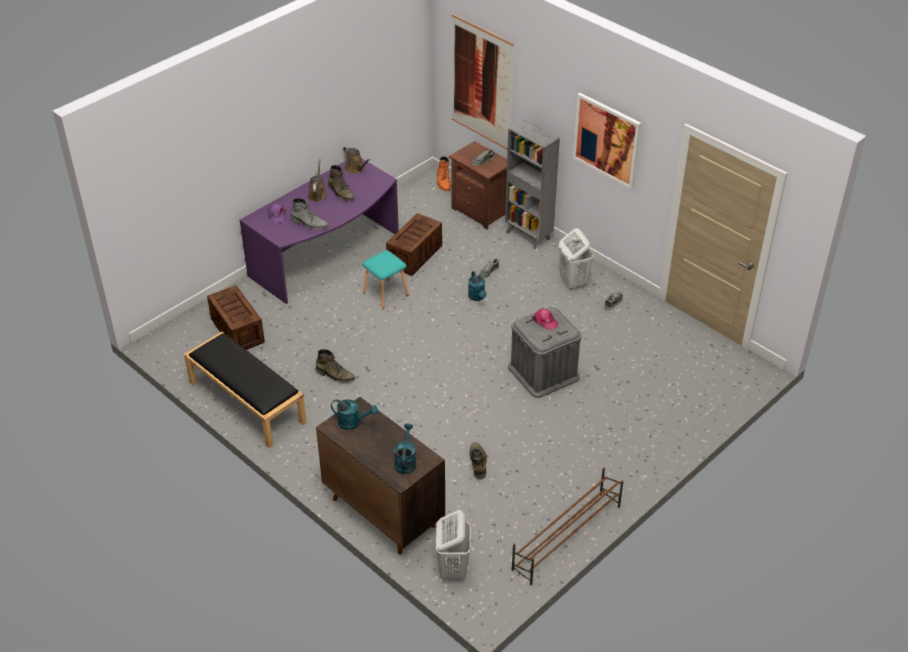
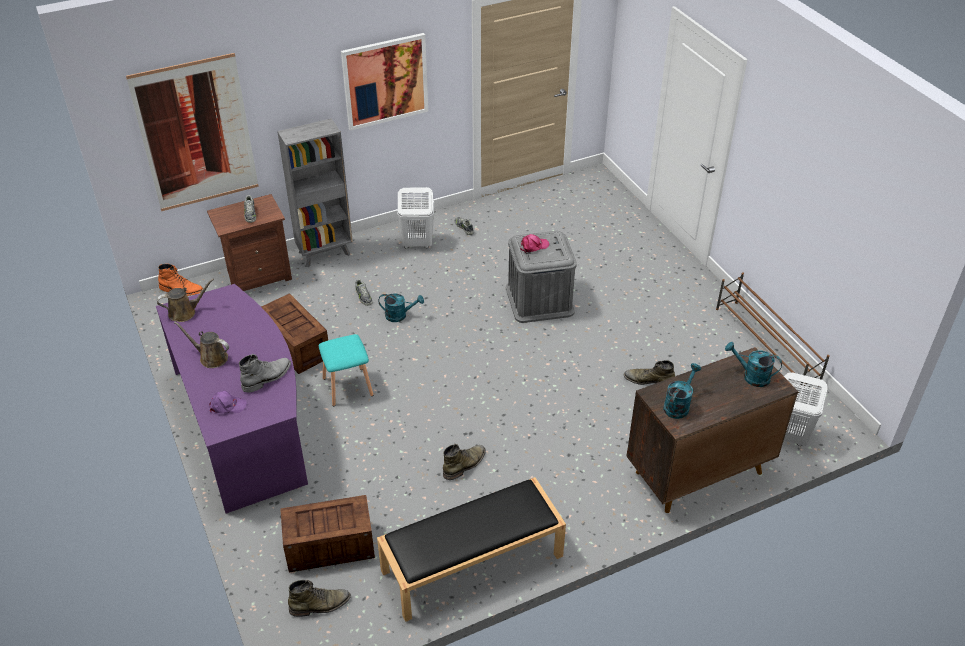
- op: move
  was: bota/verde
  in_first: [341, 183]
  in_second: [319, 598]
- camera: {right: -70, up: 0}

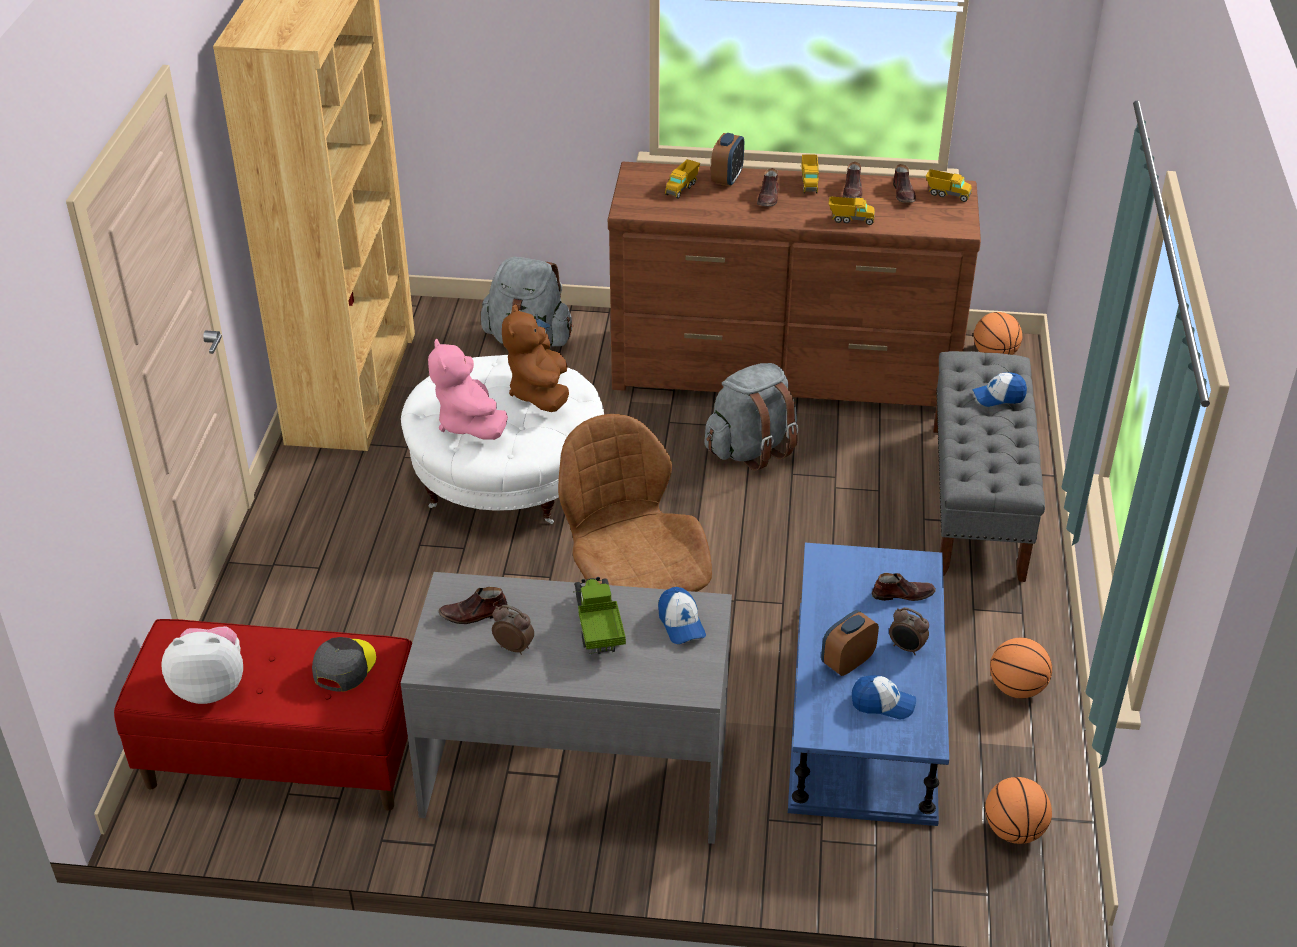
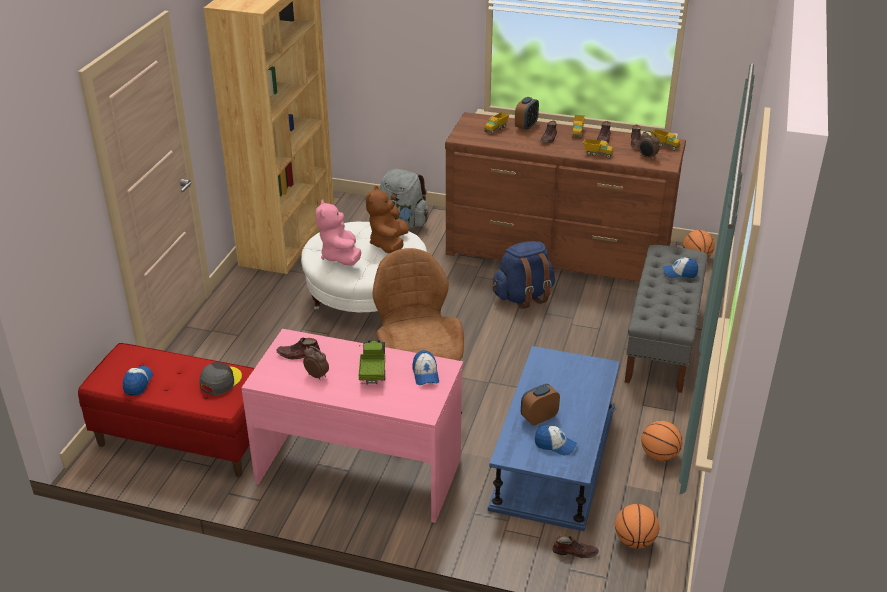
- op: recolor
  was: mochila/gris
  now: mochila/azul
  in_first: [751, 417]
  in_second: [524, 275]
- op: recolor
  was: escritorio/gris
  now: escritorio/rosa
  in_first: [566, 708]
  in_second: [352, 426]
- op: move
  was: zapato/marrón
  in_first: [904, 587]
  in_second: [575, 546]
- op: move
  was: despertador
  in_first: [909, 631]
  in_second: [649, 145]
- op: replace
  was: peluche
  now: gorra
  in_first: [202, 665]
  in_second: [138, 381]
- camera: {right: 10, up: -5}

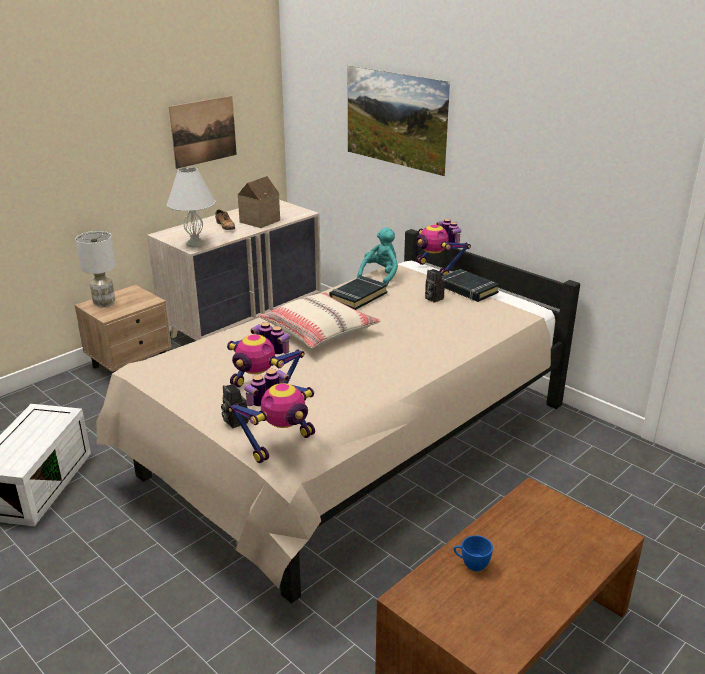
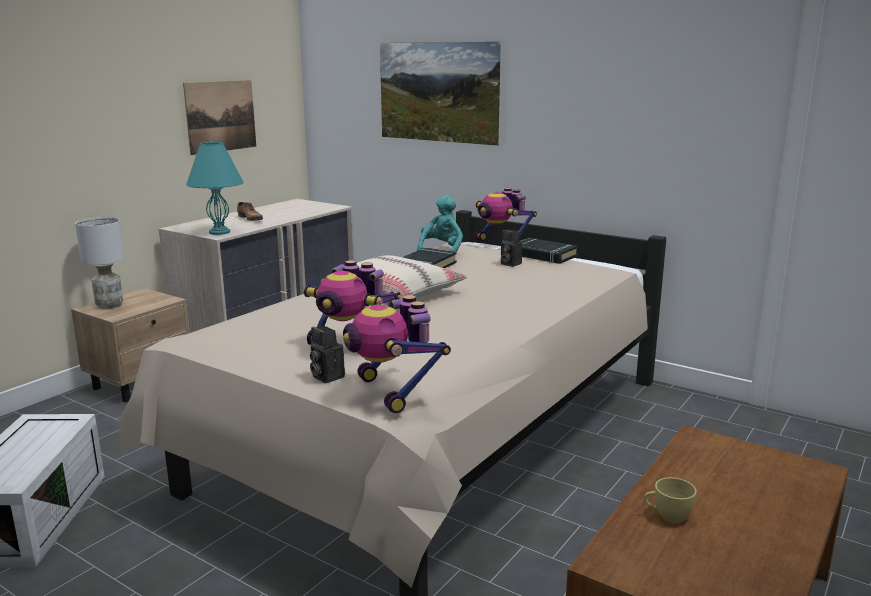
- op: recolor
  was: lámpara de mesa/blanco
  now: lámpara de mesa/turquesa
  in_first: [191, 207]
  in_second: [215, 188]
- op: delete
  was: casita
  in_first: [259, 202]
- op: rotate
  was: robot de juguete
  in_first: [271, 416]
  in_second: [397, 354]
  clockwise: 120
- op: recolor
  was: taza/azul
  now: taza/amarillo
  in_first: [473, 553]
  in_second: [670, 500]
- camera: {right: -10, up: -10}

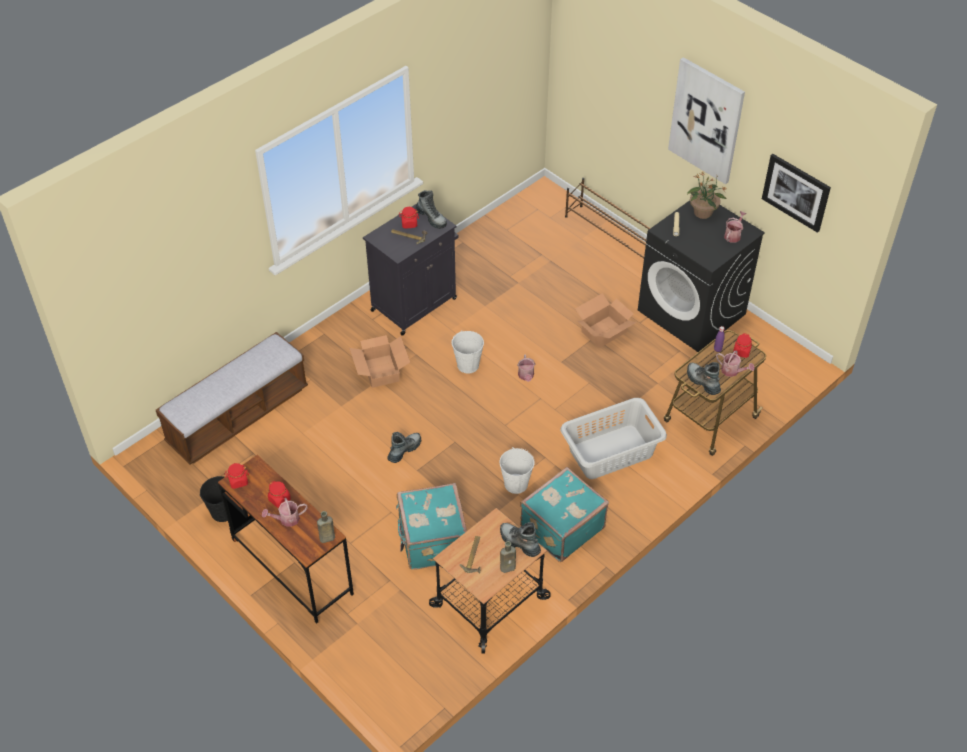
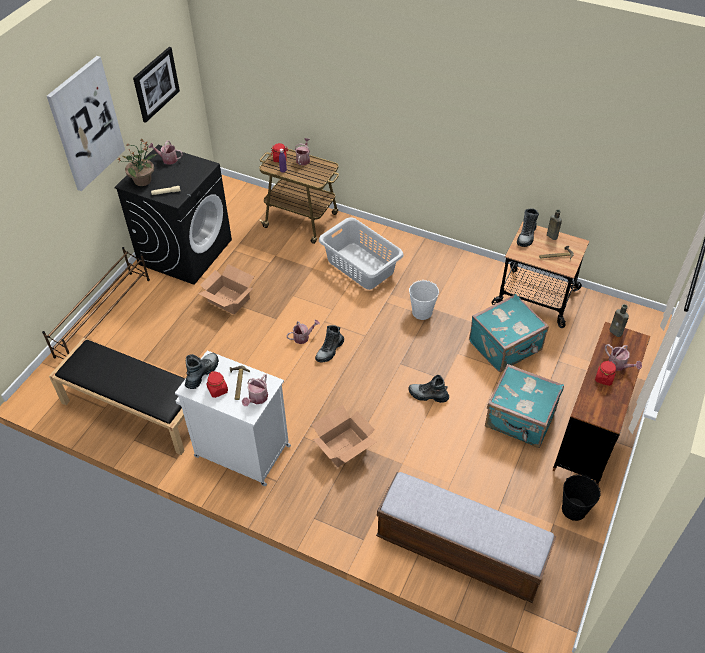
- op: recolor
  was: armario/negro
  now: armario/blanco
  in_first: [410, 270]
  in_second: [233, 418]
- op: delete
  was: cubo/blanco
  in_first: [467, 352]
- op: move
  was: bota
  in_first: [704, 378]
  in_second: [329, 343]
- op: delete
  was: tarro/rojo
  in_first: [237, 476]
- op: move
  was: maleta/turquesa
  in_first: [564, 514]
  in_second: [524, 406]
- op: insert
  now: banco/negro
  in_second: [117, 396]
- op: insert
  now: regadera
  in_second: [255, 390]
- camera: {right: -110, up: 0}

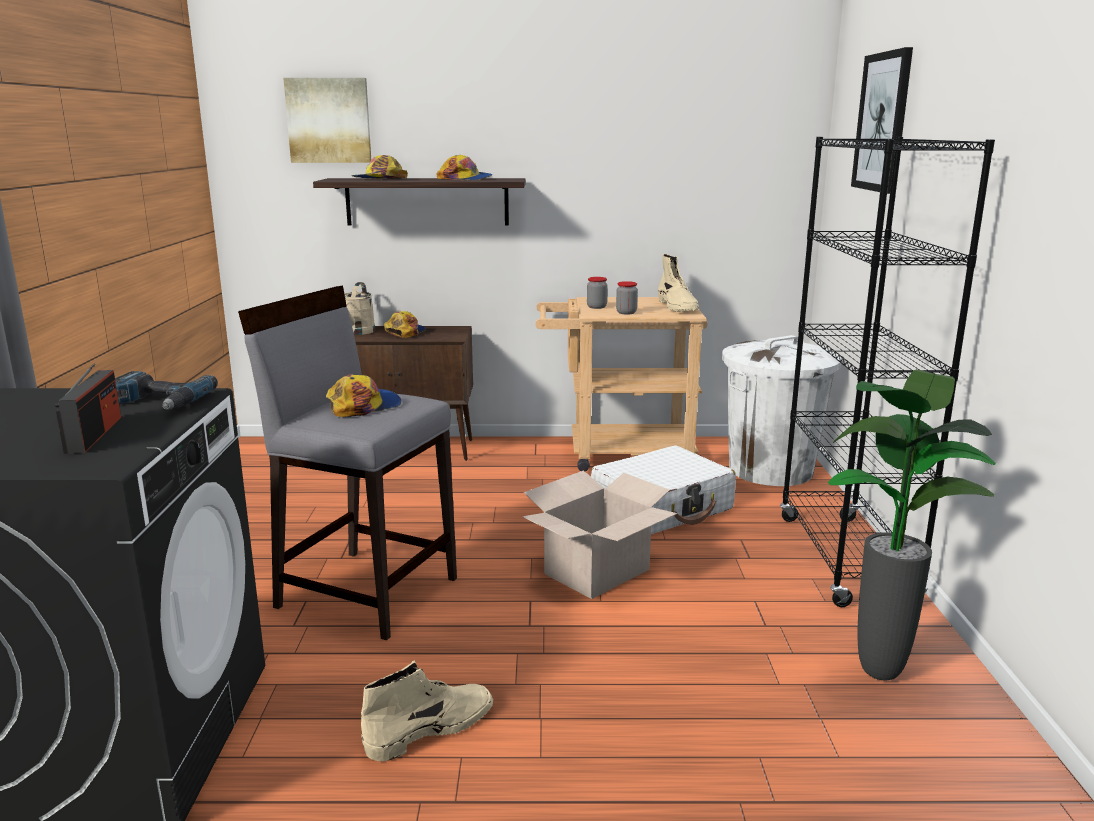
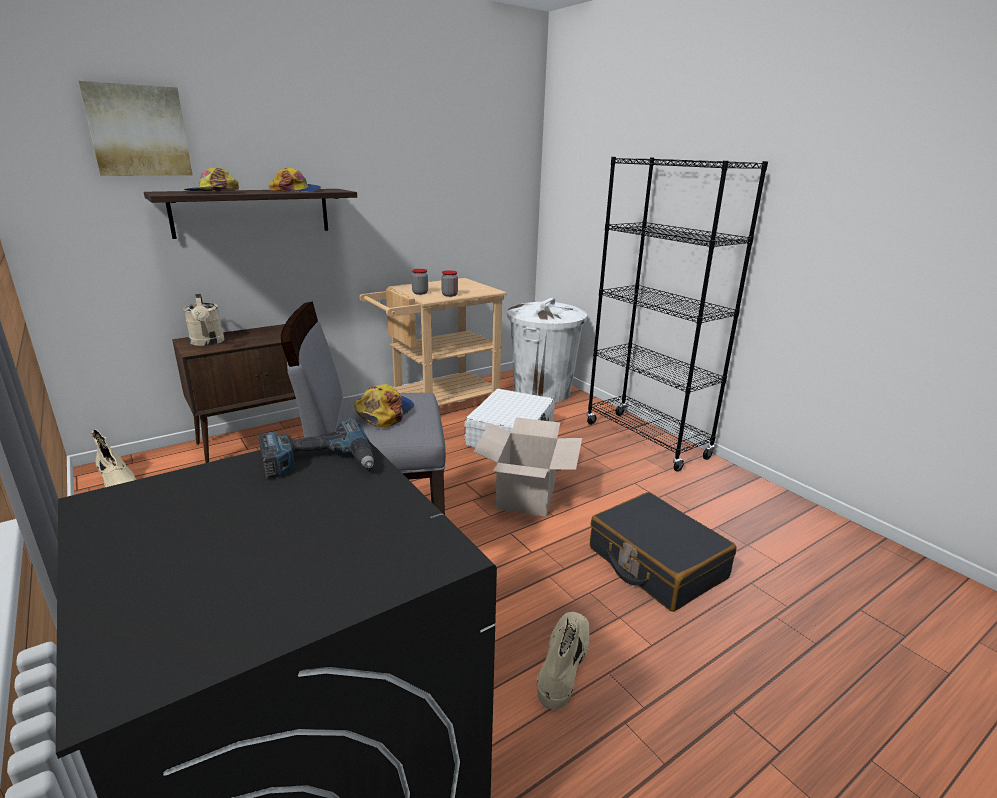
- op: delete
  was: cuadro
  in_first: [882, 120]
- op: move
  was: bota/beis
  in_first: [678, 283]
  in_second: [114, 458]
- op: delete
  was: gorra
  in_first: [405, 324]
- op: delete
  was: radio
  in_first: [88, 409]
- op: delete
  was: planta en maceta
  in_first: [912, 524]
- op: insert
  now: maleta/negro
  in_second: [663, 552]
- camera: {right: -35, up: 5}

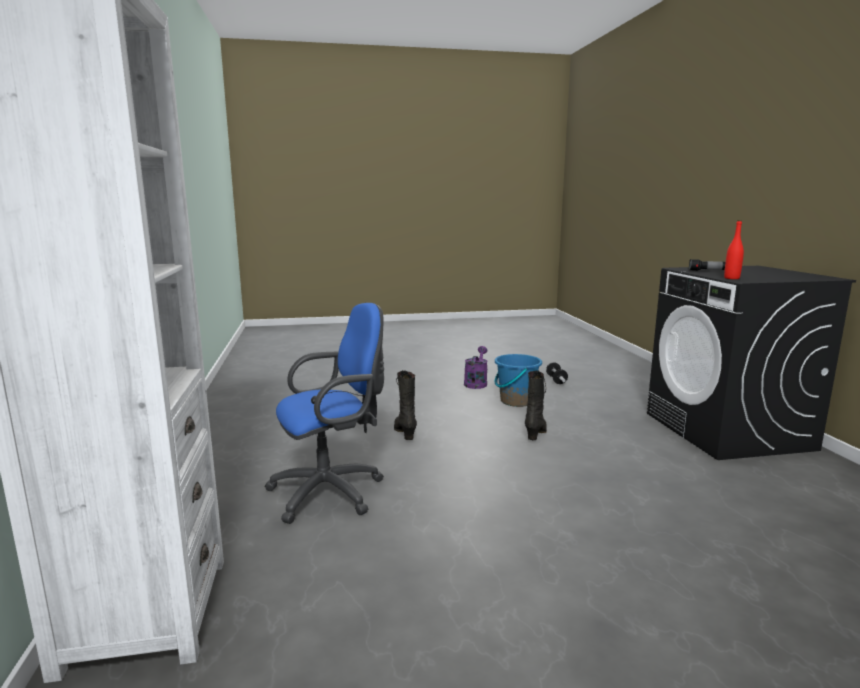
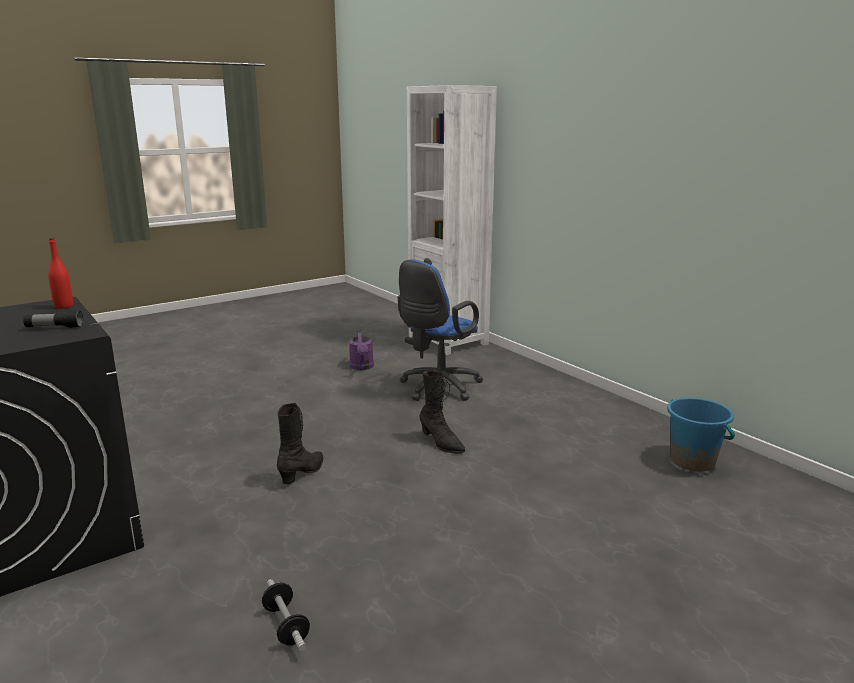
- op: move
  was: regadera/morado
  in_first: [476, 367]
  in_second: [361, 350]
- op: move
  was: cubo/azul
  in_first: [518, 380]
  in_second: [701, 434]
- op: rotate
  was: bota/negro
  in_first: [536, 405]
  in_second: [300, 444]
  clockwise: -150
- camera: {right: 155, up: 5}

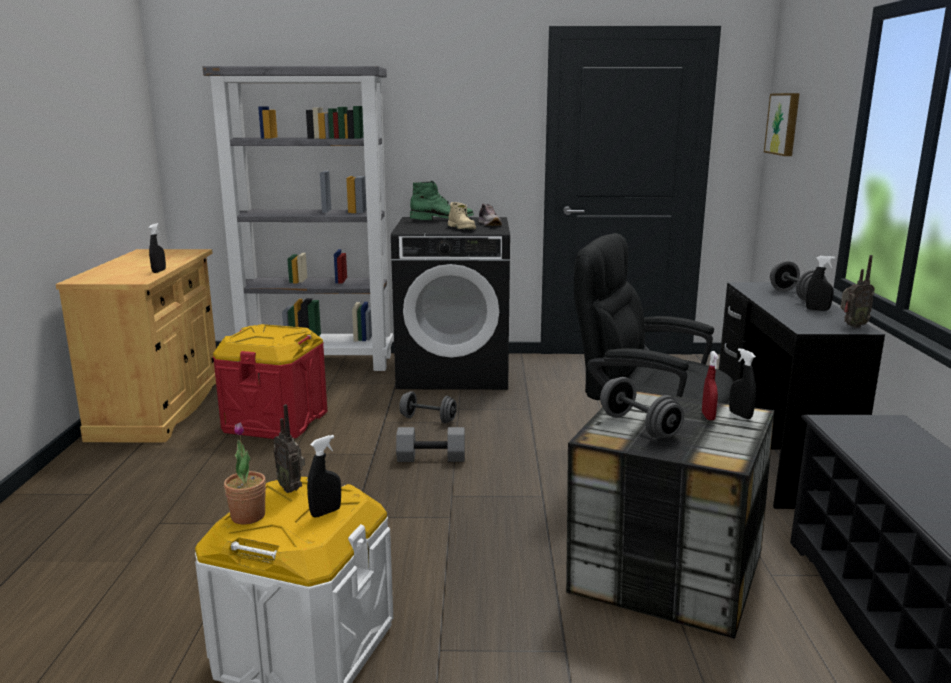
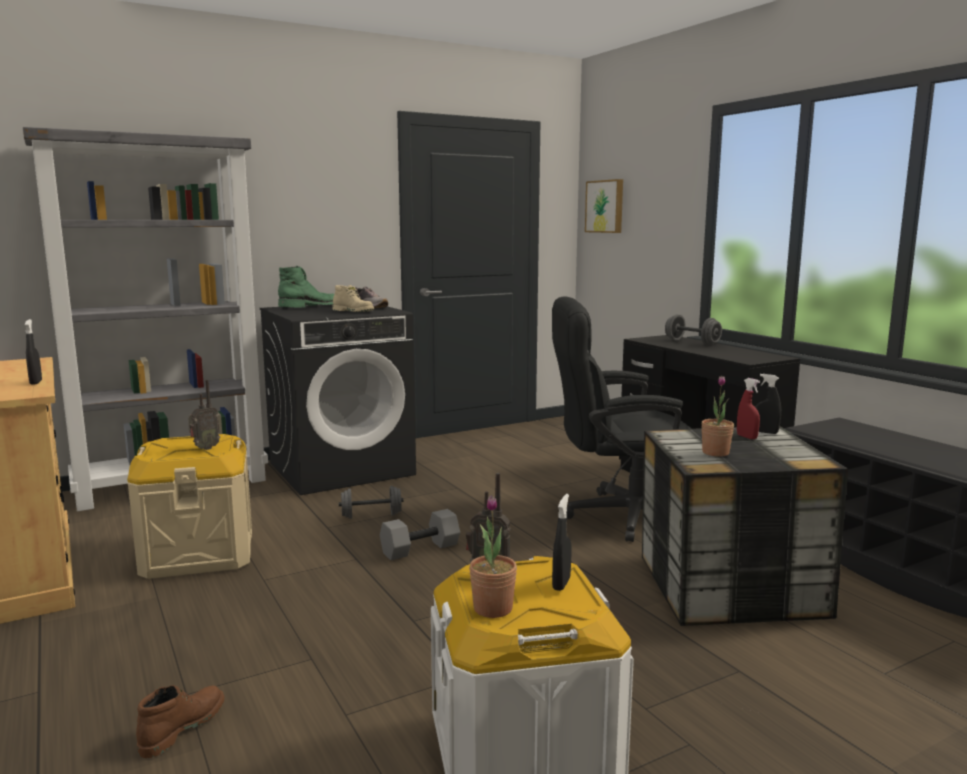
- op: move
  was: radio
  in_first: [858, 291]
  in_second: [204, 415]
- op: delete
  was: pulverizador/negro
  in_first: [820, 283]
- op: recolor
  was: caja de almacenaje/rojo
  now: caja de almacenaje/beis
  in_first: [270, 381]
  in_second: [189, 506]
- op: replace
  was: mancuerna/gris
  now: planta en maceta
  in_first: [642, 408]
  in_second: [717, 416]
- op: insert
  now: bota/marrón
  in_second: [180, 721]
- camera: {right: -30, up: -5}

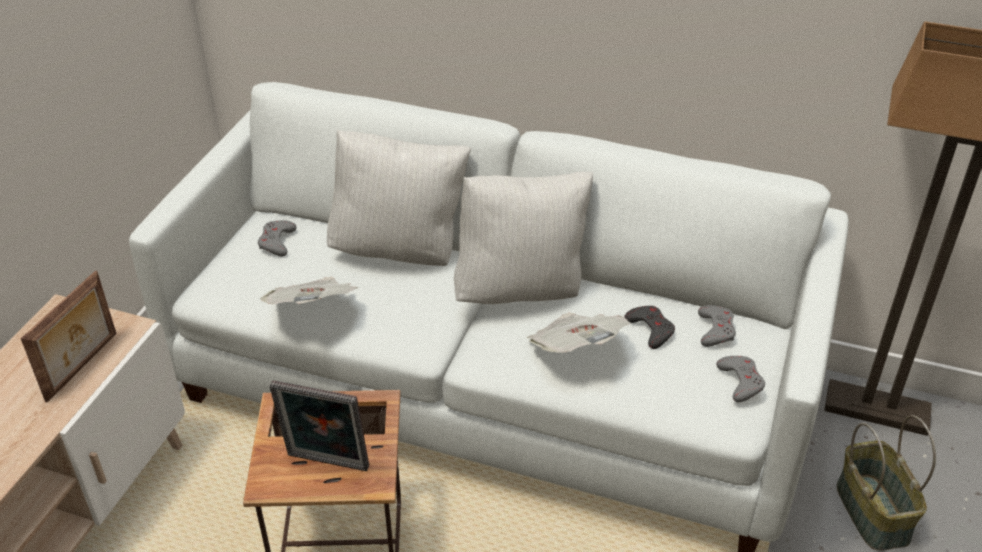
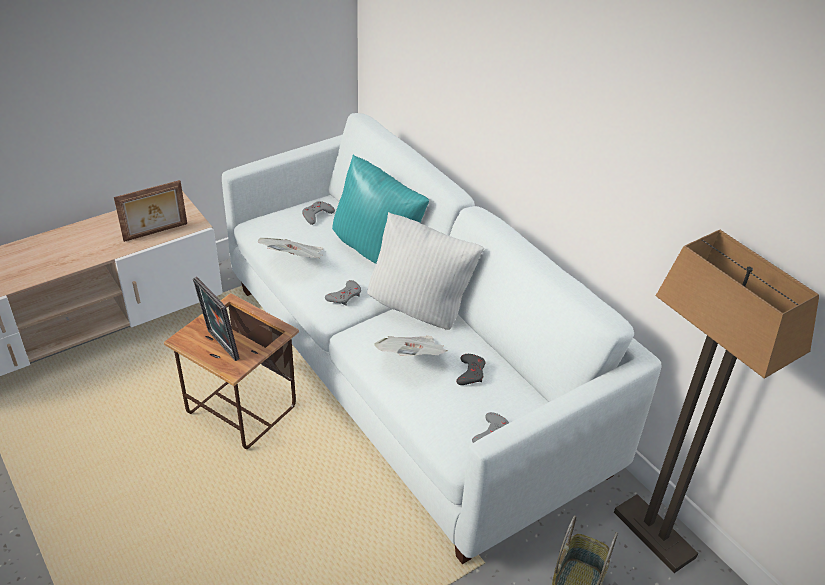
- op: recolor
  was: cojín/blanco
  now: cojín/turquesa
  in_first: [399, 198]
  in_second: [380, 209]
- op: move
  was: mando de consola/gris
  in_first: [717, 326]
  in_second: [343, 293]
- camera: {right: 35, up: 0}

